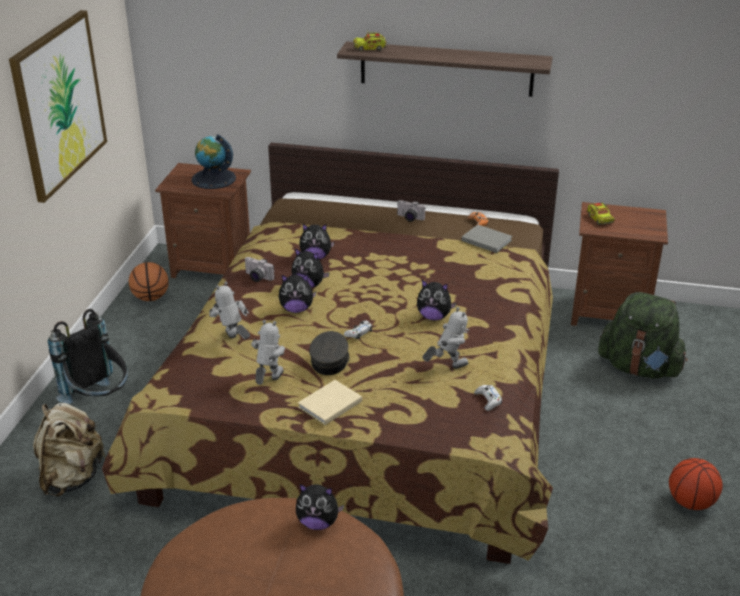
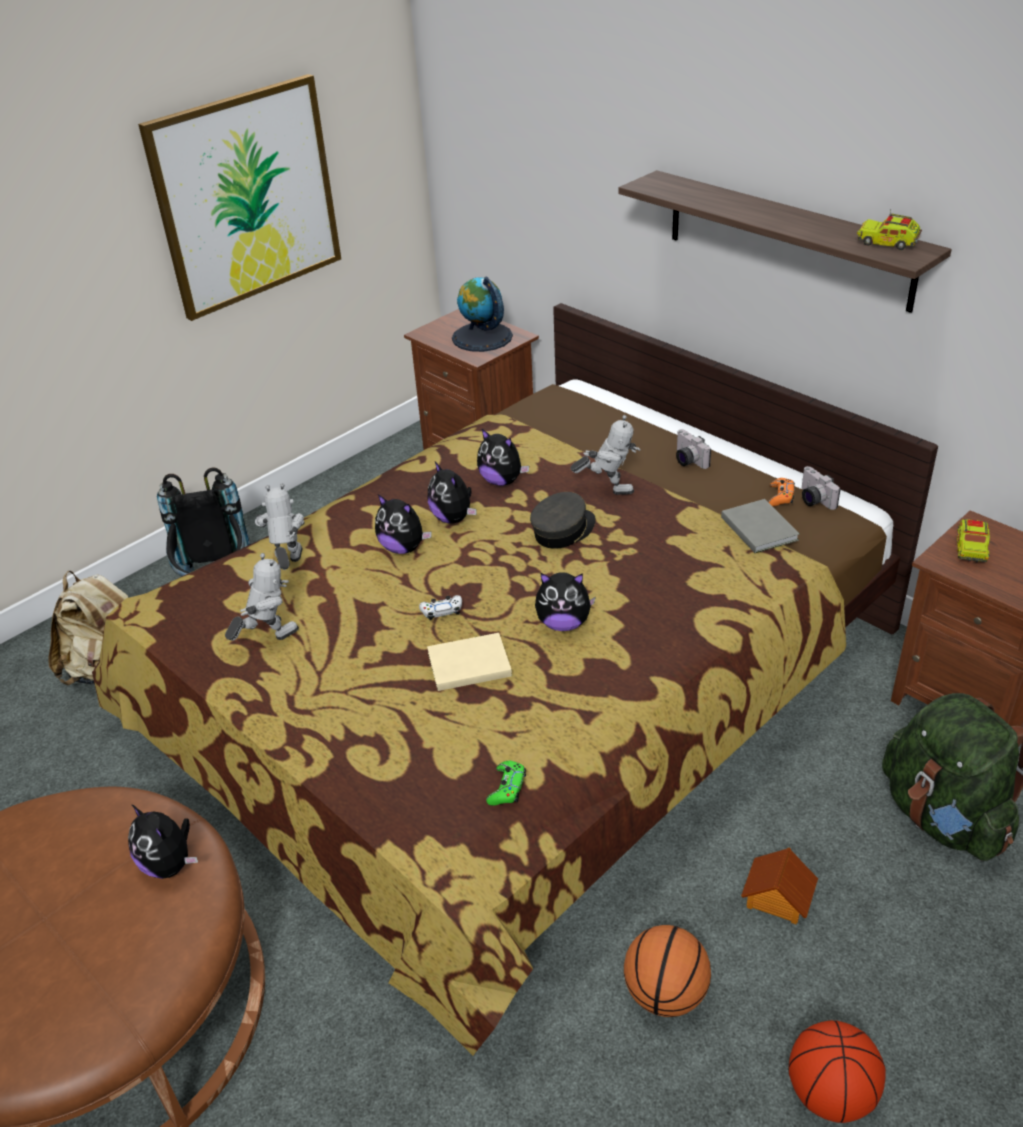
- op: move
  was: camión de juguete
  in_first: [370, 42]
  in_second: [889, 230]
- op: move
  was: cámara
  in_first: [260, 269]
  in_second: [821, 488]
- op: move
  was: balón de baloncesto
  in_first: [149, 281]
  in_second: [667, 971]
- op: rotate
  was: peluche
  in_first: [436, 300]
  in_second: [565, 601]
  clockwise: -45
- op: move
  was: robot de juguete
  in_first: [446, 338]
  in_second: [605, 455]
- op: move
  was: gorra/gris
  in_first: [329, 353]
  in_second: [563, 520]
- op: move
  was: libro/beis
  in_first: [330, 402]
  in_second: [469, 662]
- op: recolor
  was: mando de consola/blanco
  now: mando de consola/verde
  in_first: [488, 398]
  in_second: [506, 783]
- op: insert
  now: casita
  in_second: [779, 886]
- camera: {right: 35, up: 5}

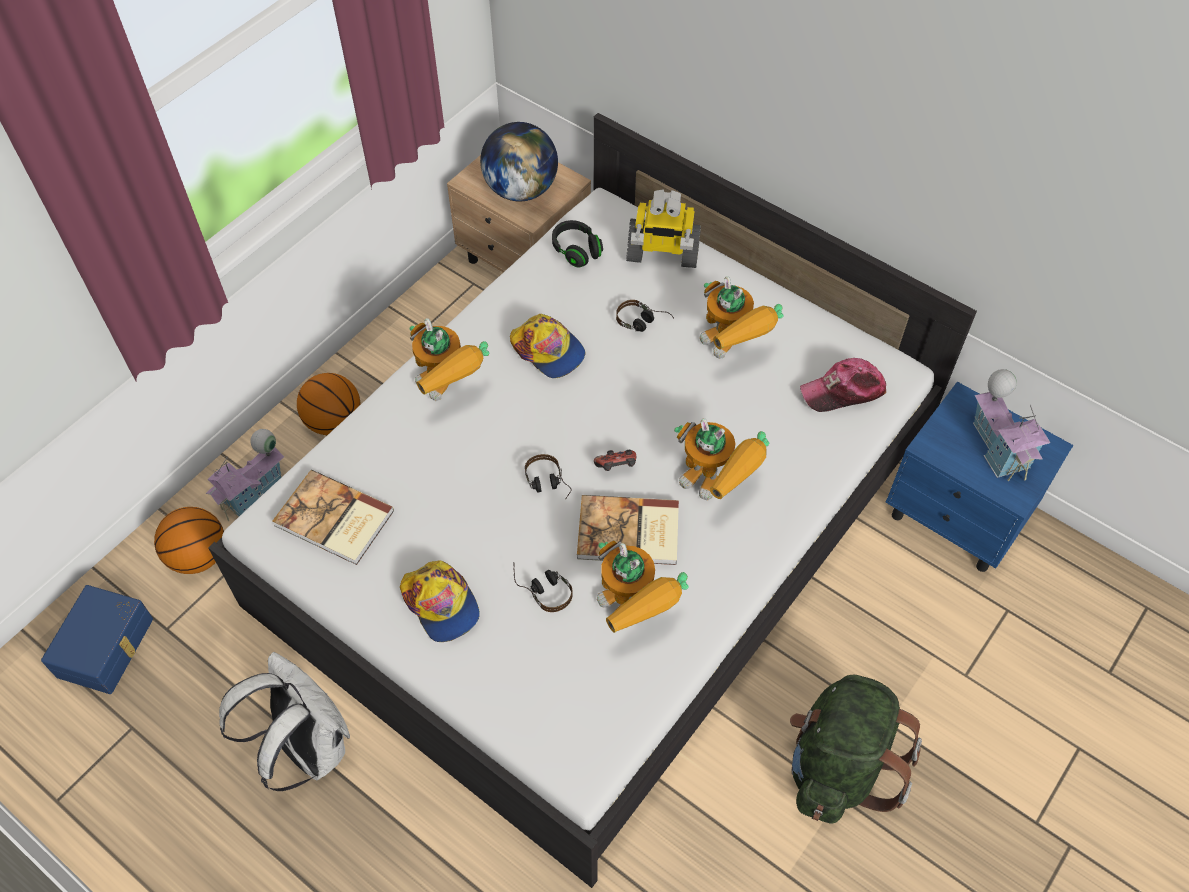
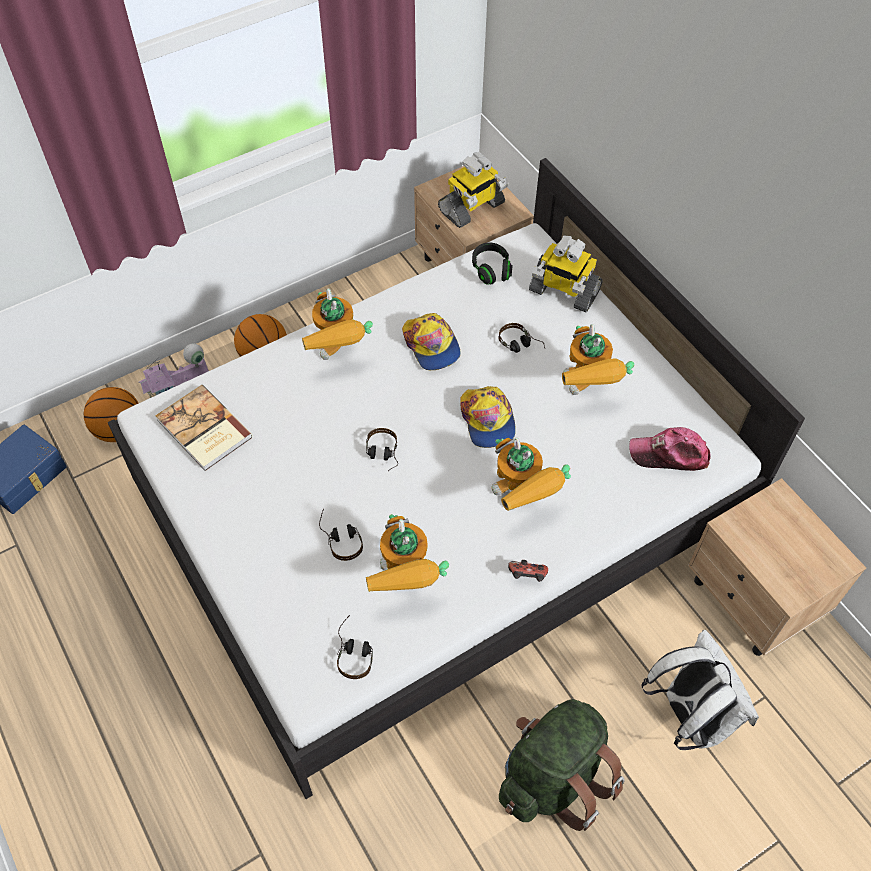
- op: replace
  was: globo terráqueo
  now: robot de juguete
  in_first: [519, 161]
  in_second: [473, 190]
- op: delete
  was: casita
  in_first: [1011, 425]
- op: recolor
  was: mesita de noche/azul
  now: mesita de noche/beis
  in_first: [980, 477]
  in_second: [777, 567]
- op: move
  was: mando de consola
  in_first: [615, 460]
  in_second: [528, 571]
- op: delete
  was: libro
  in_first: [628, 530]
- op: move
  was: gorra
  in_first: [440, 601]
  in_second: [488, 417]
- op: move
  was: mochila/blanco
  in_first: [284, 721]
  in_second: [700, 690]
- op: insert
  now: auriculares
  in_second: [355, 647]
- camera: {right: 20, up: 0}

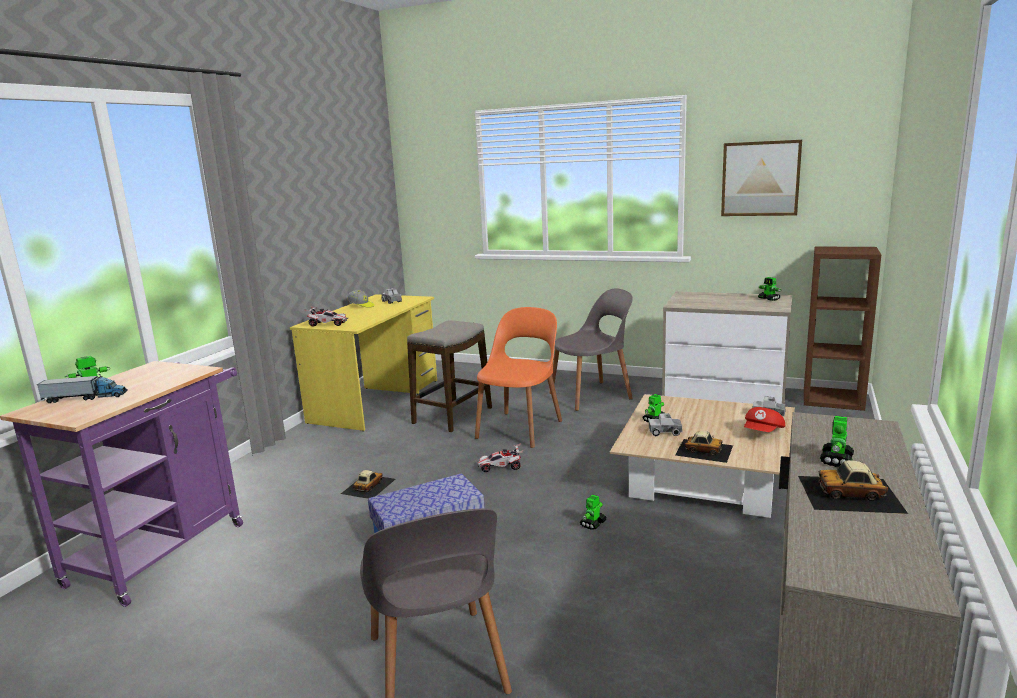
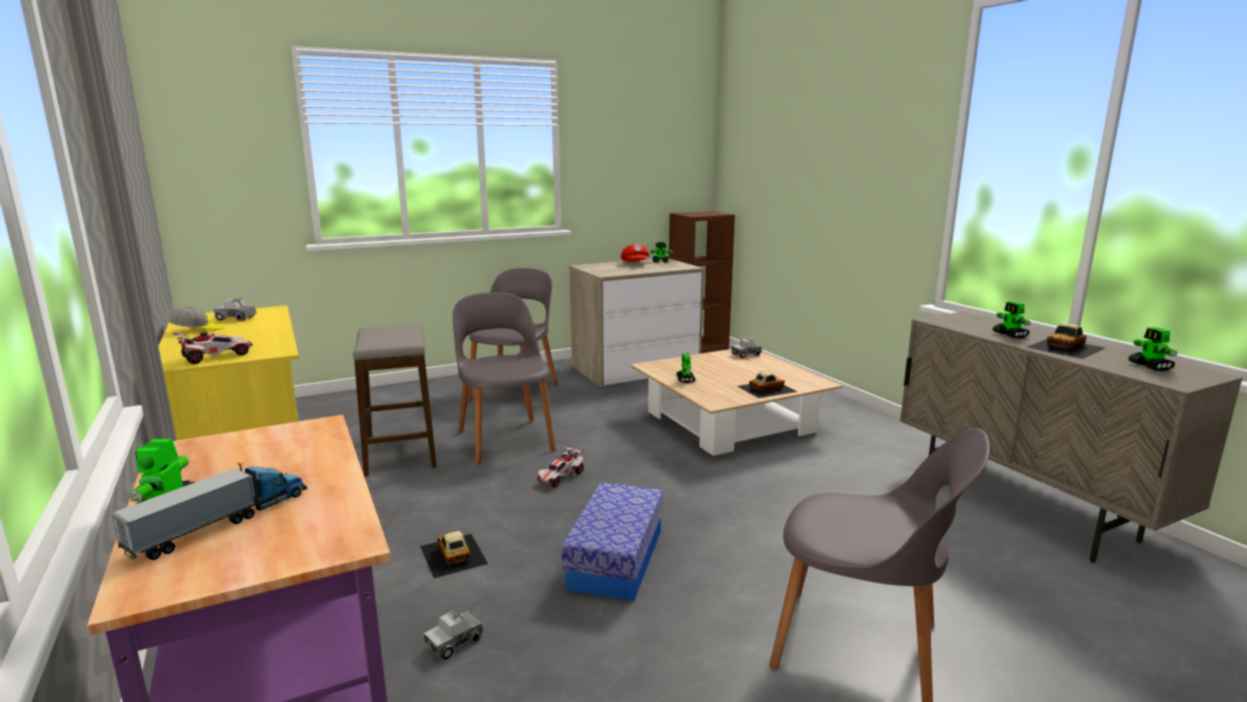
- op: delete
  was: cuadro
  in_first: [761, 178]
- op: recolor
  was: silla/naranja
  now: silla/gris
  in_first: [518, 377]
  in_second: [504, 378]
- op: move
  was: gorra/rojo
  in_first: [764, 419]
  in_second: [635, 253]
- op: move
  was: camión de juguete
  in_first: [666, 424]
  in_second: [453, 635]
- op: move
  was: robot de juguete
  in_first: [592, 512]
  in_second: [1153, 349]
- camera: {right: -50, up: 0}

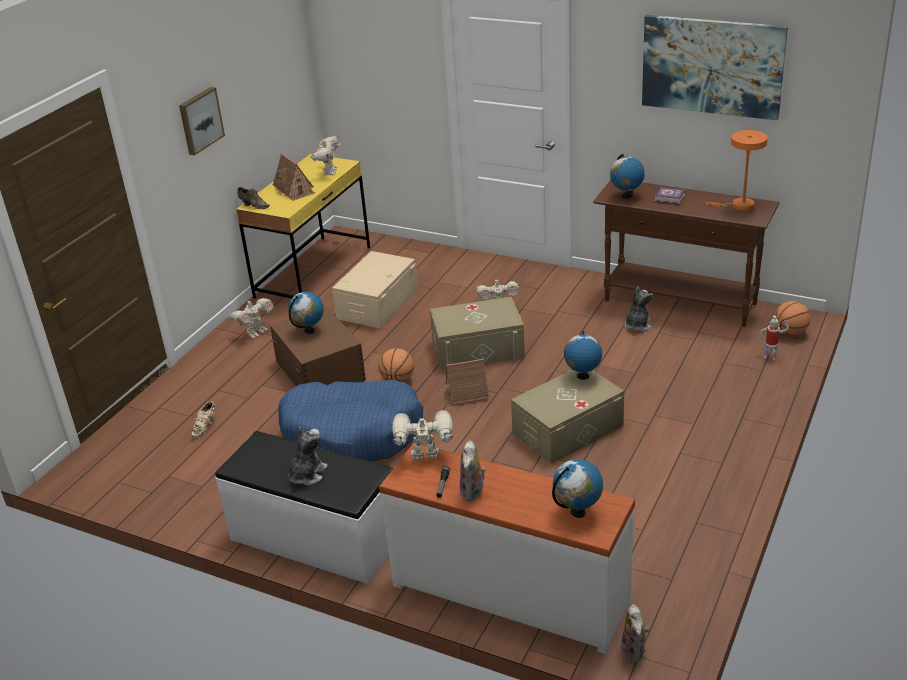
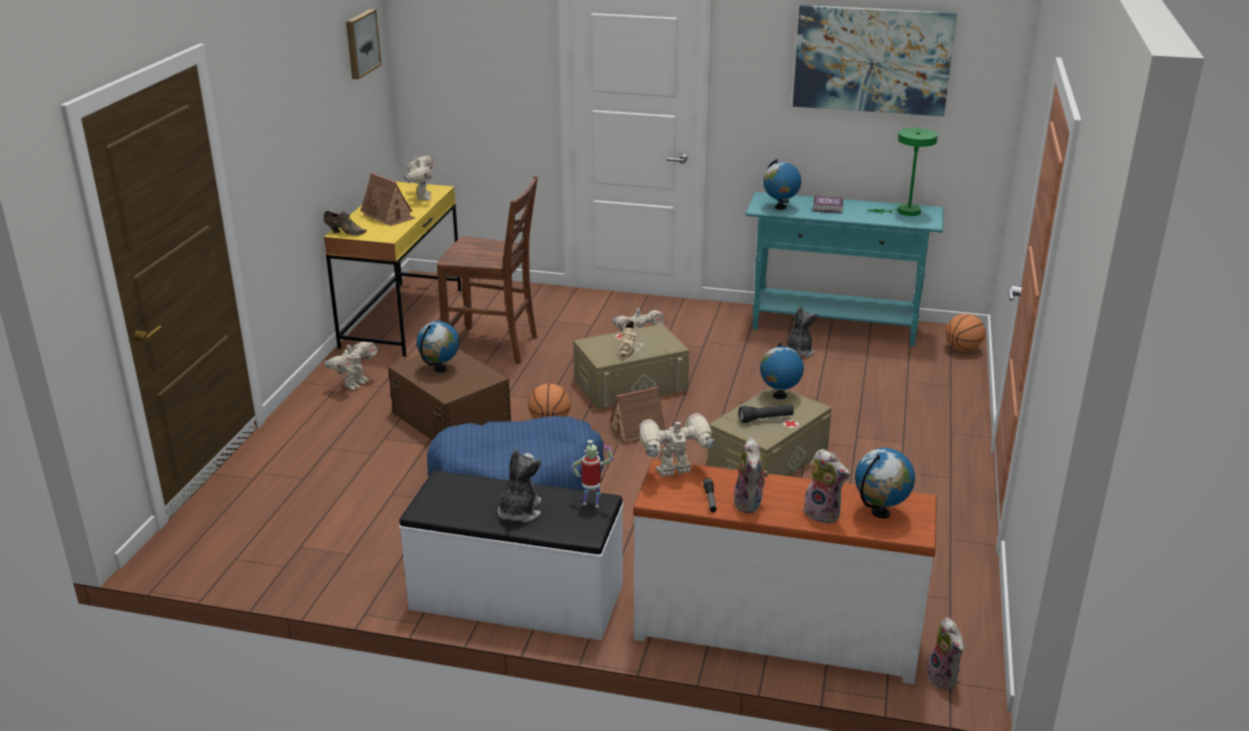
- op: move
  was: cuadro
  in_first: [202, 121]
  in_second: [363, 44]
- op: recolor
  was: lámpara de mesa/naranja
  now: lámpara de mesa/verde
  in_first: [736, 170]
  in_second: [903, 172]
- op: recolor
  was: mesa consola/marrón
  now: mesa consola/turquesa
  in_first: [686, 253]
  in_second: [844, 269]
- op: replace
  was: caja de almacenaje/beis
  now: silla/marrón
  in_first: [375, 290]
  in_second: [487, 270]
- op: move
  was: robot de juguete
  in_first: [774, 338]
  in_second: [592, 474]
- op: move
  was: zapato/beis
  in_first: [202, 420]
  in_second: [627, 338]
- op: insert
  now: linterna/negro
  in_second: [766, 414]
- op: insert
  now: peluche
  in_second: [825, 486]
- camera: {right: -15, up: -5}

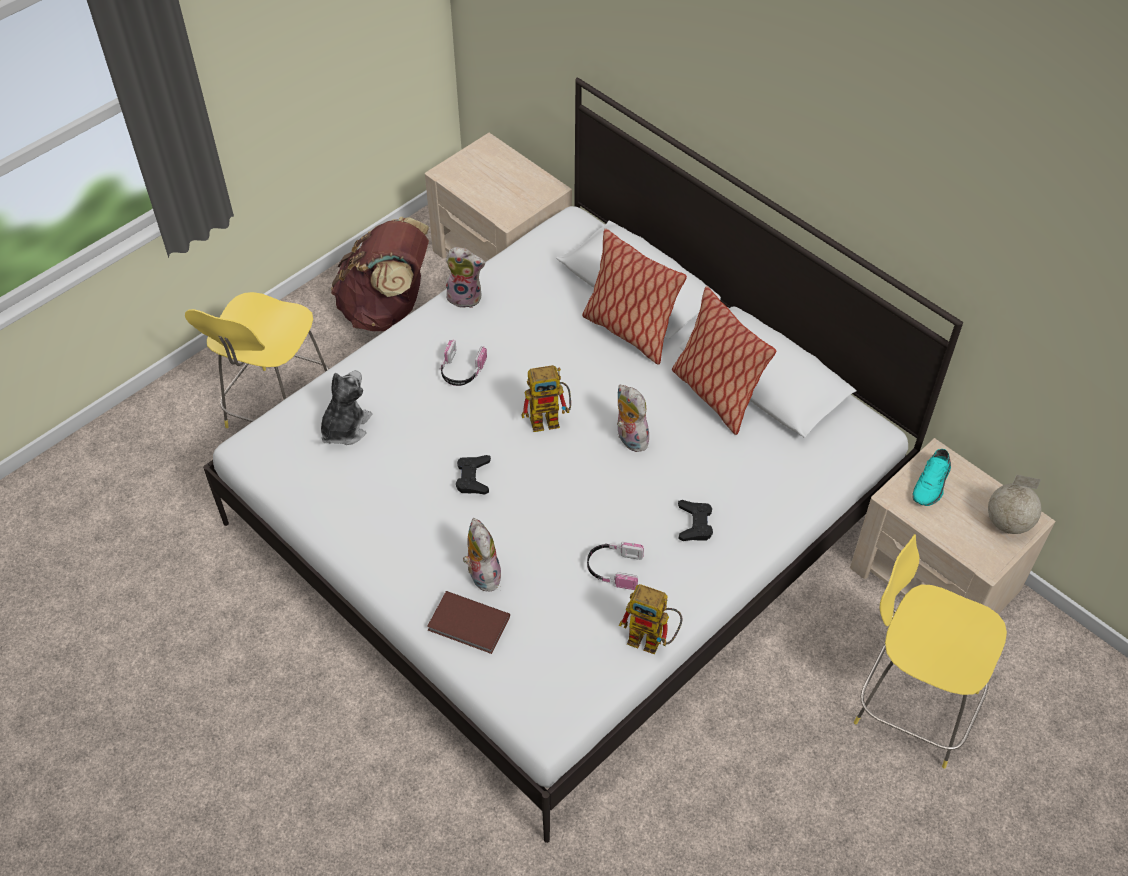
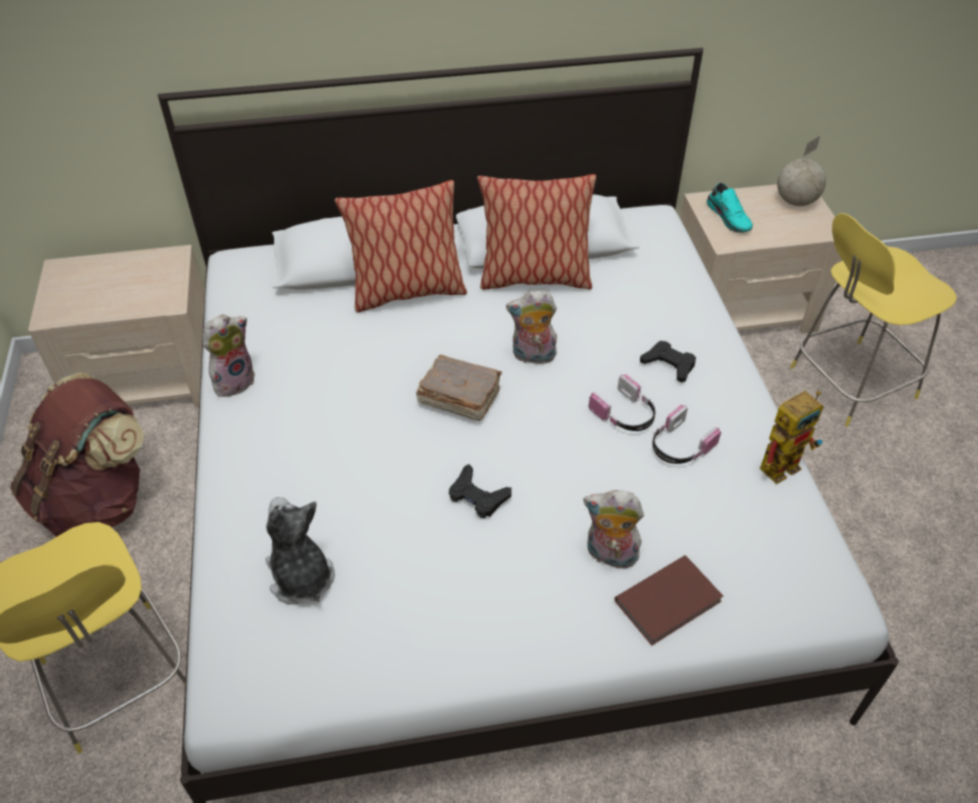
- op: move
  was: auriculares
  in_first: [463, 362]
  in_second: [622, 402]
- op: replace
  was: robot de juguete
  now: libro/marrón
  in_first: [546, 398]
  in_second: [459, 388]
- camera: {right: -55, up: -5}

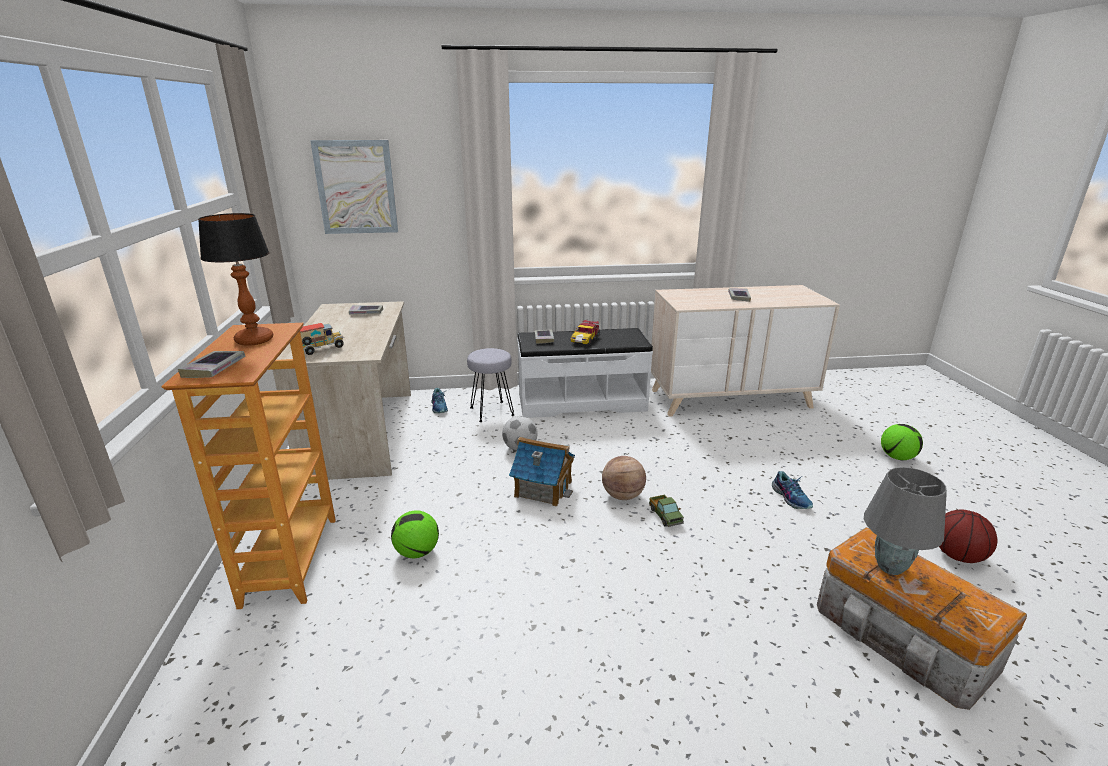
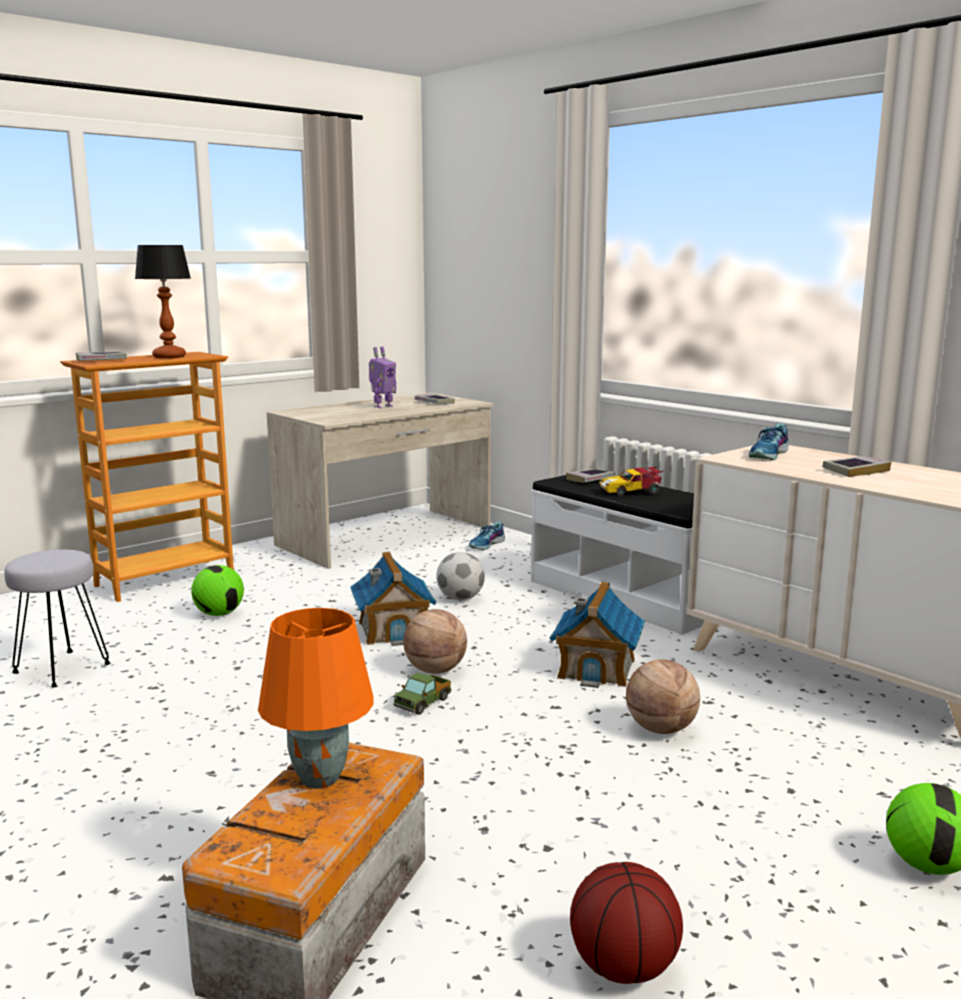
- op: delete
  was: cuadro
  in_first: [354, 187]
- op: delete
  was: camión de juguete
  in_first: [322, 339]
- op: move
  was: taburete/gris
  in_first: [490, 385]
  in_second: [57, 618]
- op: recolor
  was: lámpara de mesa/gris
  now: lámpara de mesa/naranja
  in_first: [905, 521]
  in_second: [316, 698]
- op: move
  was: zapato
  in_first: [792, 490]
  in_second: [769, 441]
- op: insert
  now: robot de juguete
  in_second: [382, 377]
- op: insert
  now: casita
  in_second: [597, 635]
- op: insert
  now: balón de baloncesto
  in_second: [663, 697]
- camera: {right: 55, up: -10}

